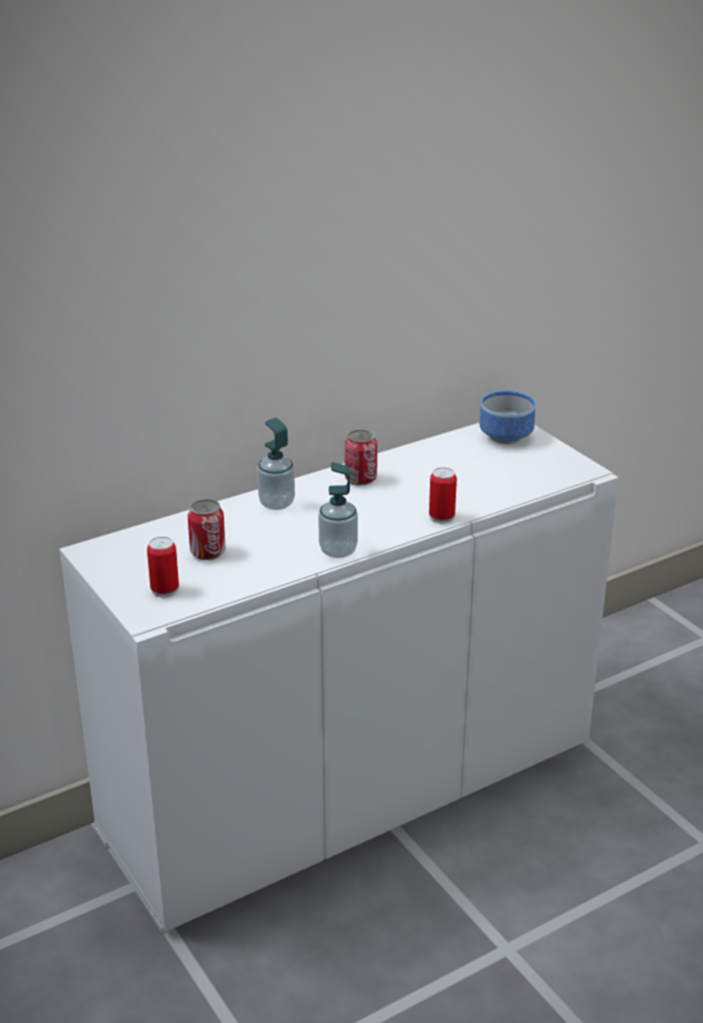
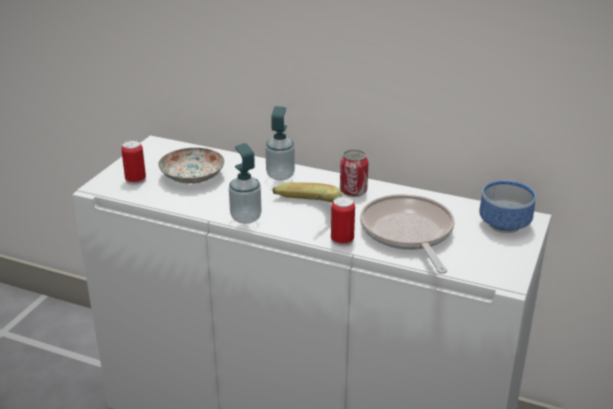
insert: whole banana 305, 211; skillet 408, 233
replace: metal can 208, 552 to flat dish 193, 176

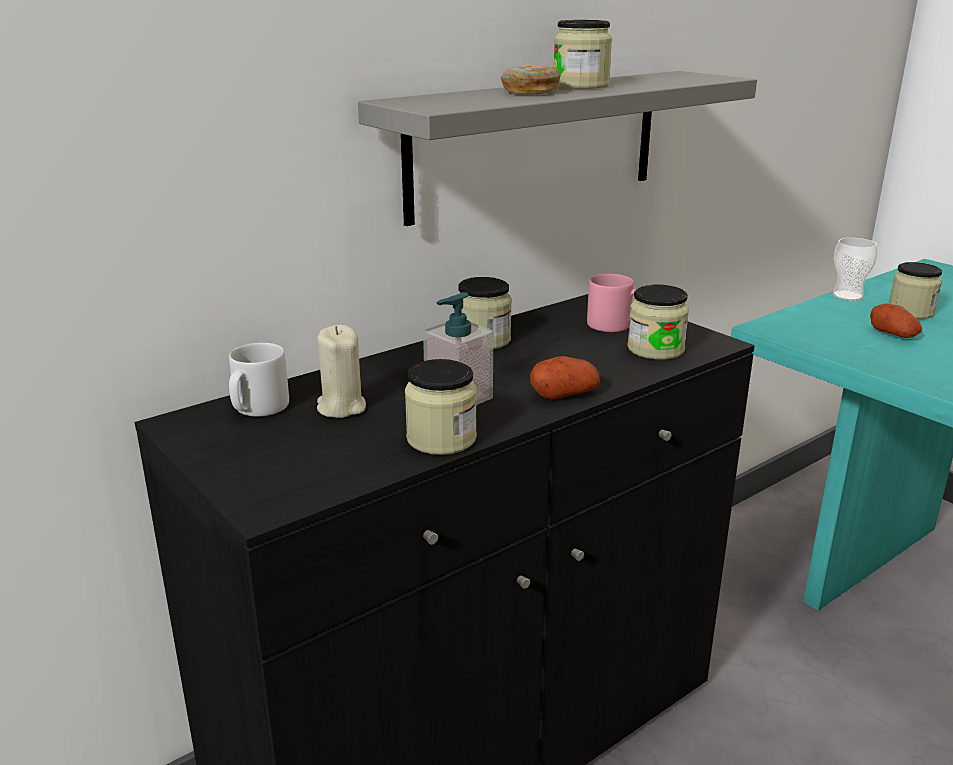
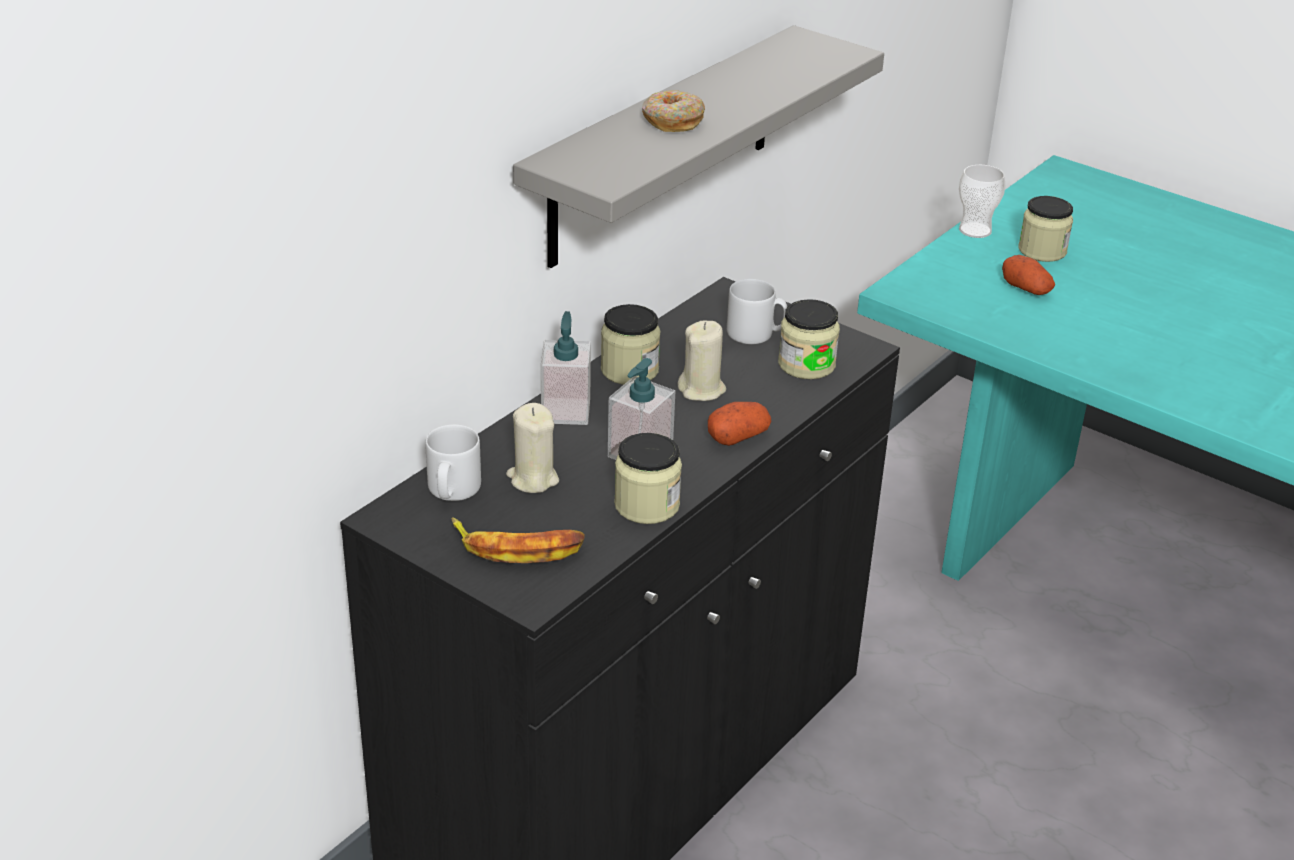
delete: preserve jar 580, 85
insert: whole banana 518, 547; soap dispenser 565, 411; wax light in beige-coloured 702, 390
recolor: coffee mug in pink 614, 326 to coffee mug in greyish 755, 334

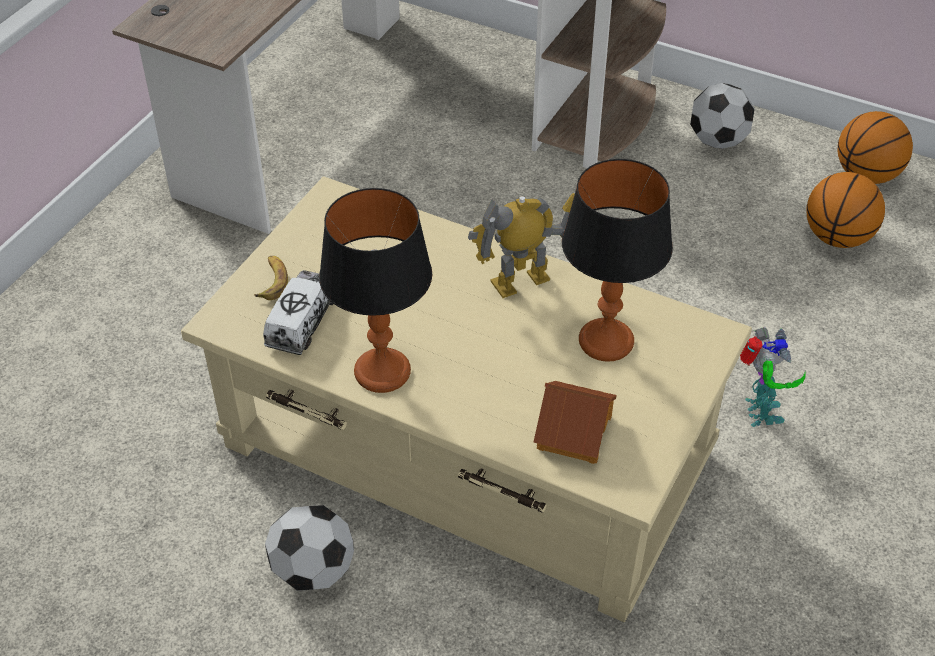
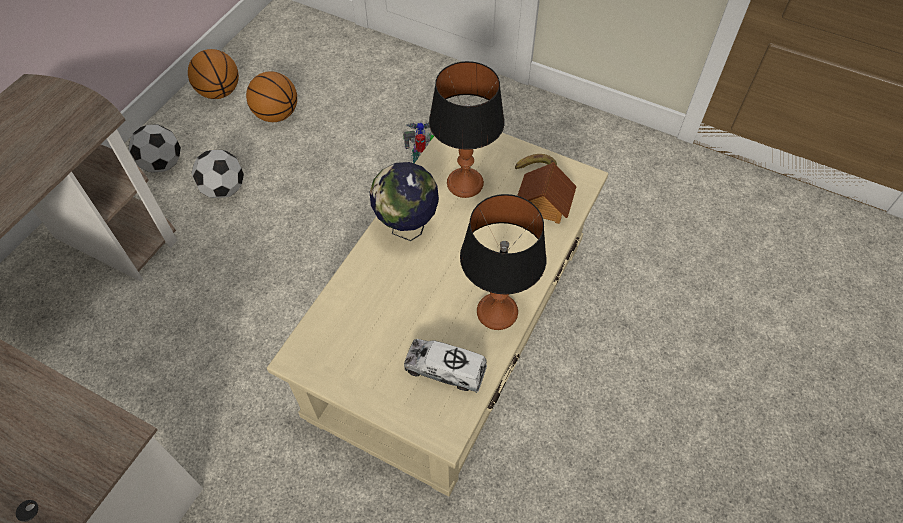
move: whole banana 272, 281 to 535, 167; ball for football 313, 571 to 224, 189
replace: model robot 521, 282 to globe 407, 228

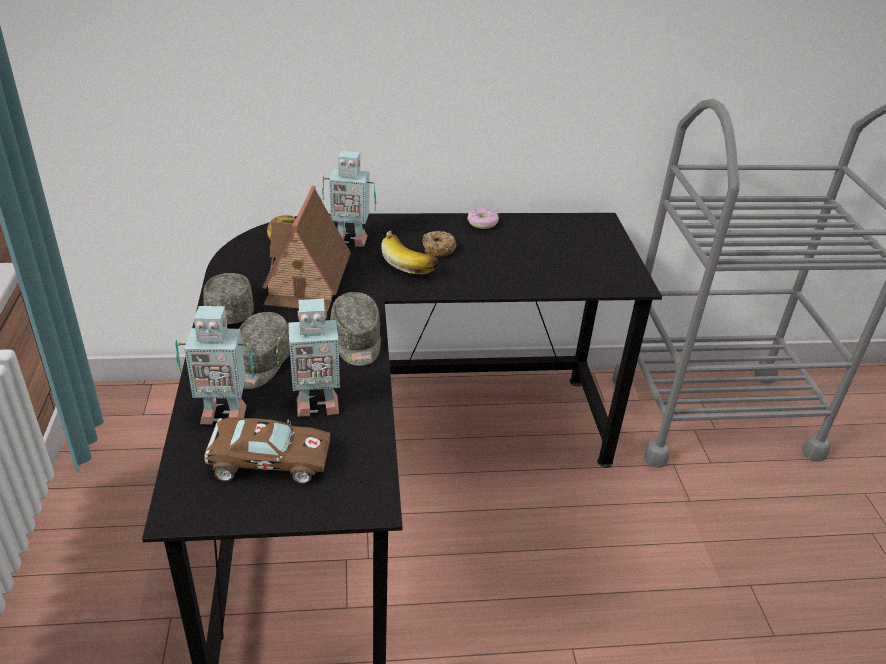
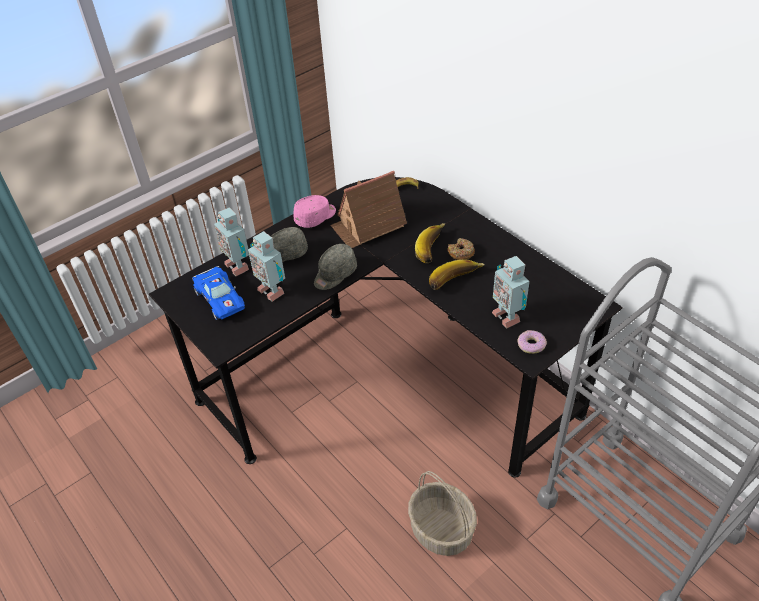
insert: storage basket 442, 529; whole banana 455, 282
move: model robot 349, 239 to 507, 316; donut 482, 223 to 531, 345
recolor: baseball cap in greyish 230, 308 to baseball cap in pink 316, 217; toy car in brown-coloured 265, 460 to toy car in blue 220, 298

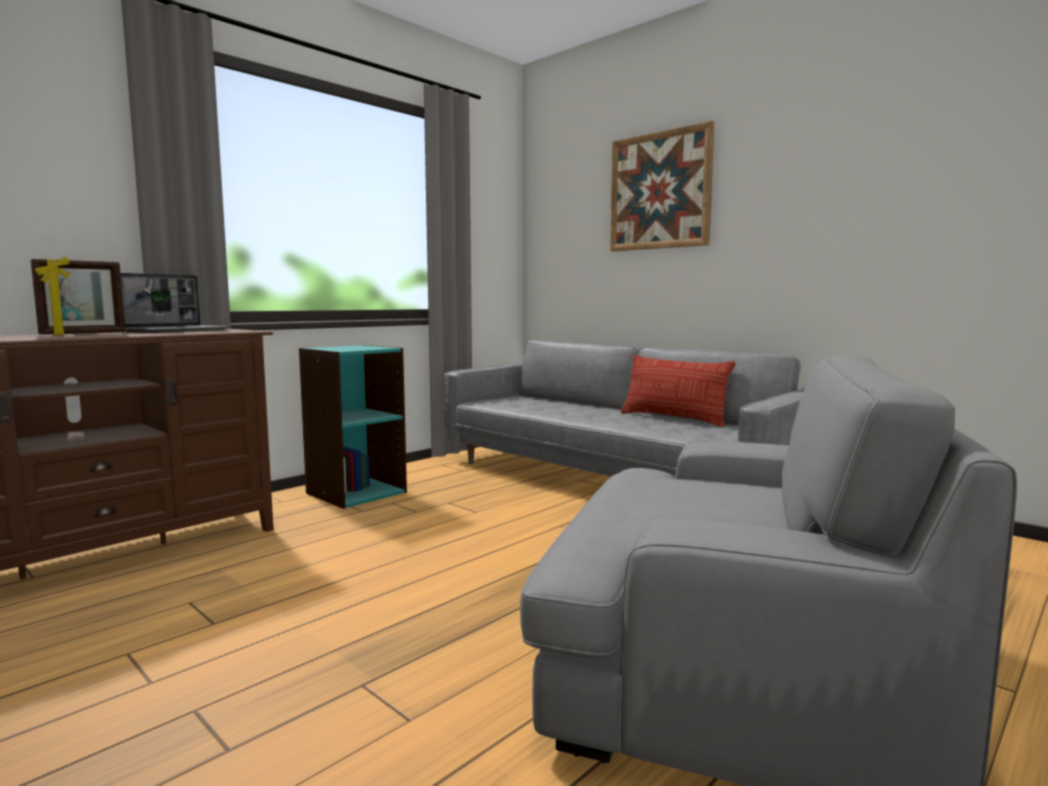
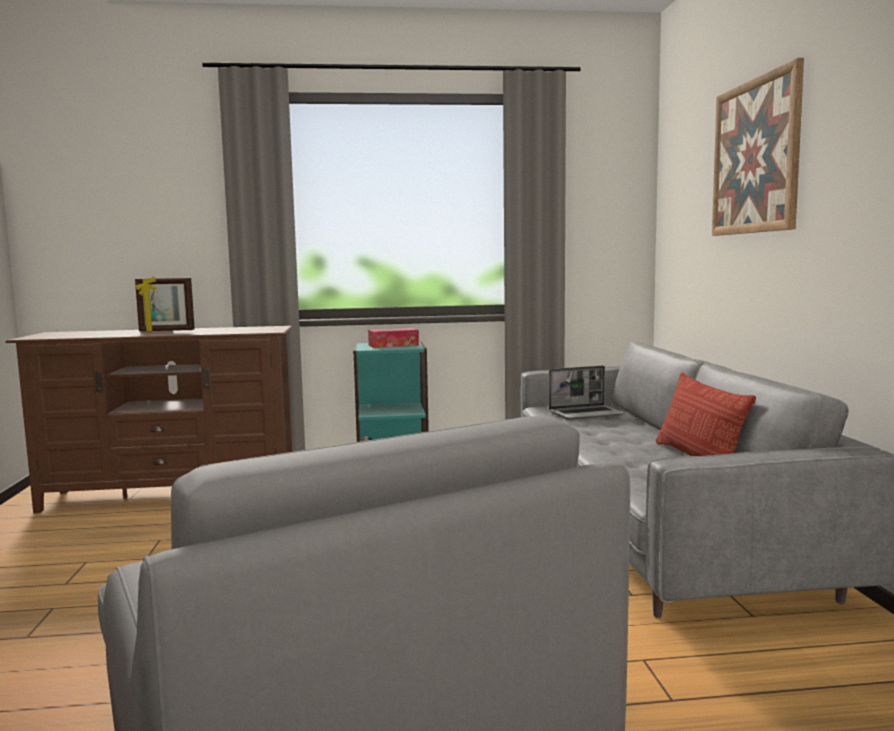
insert: tissue box 393, 345
move: portable computer 177, 331 to 586, 414

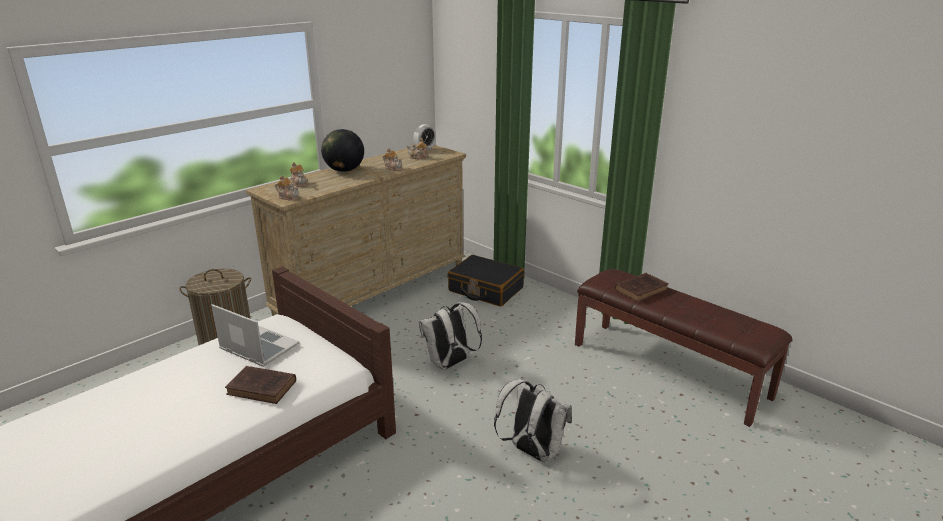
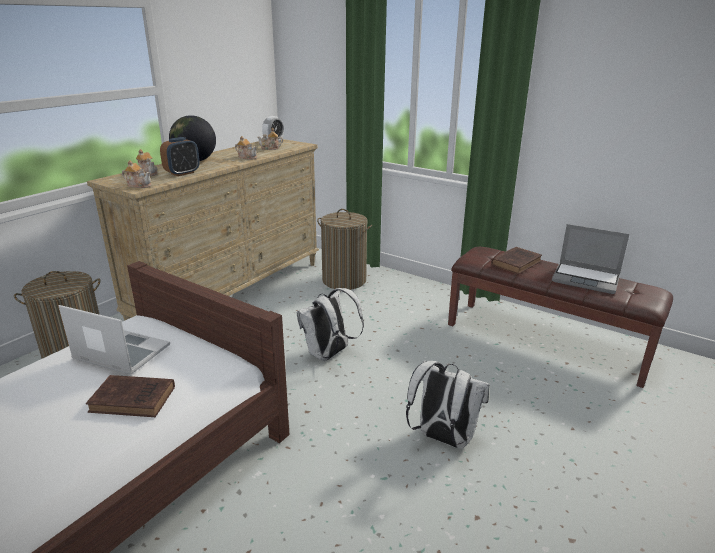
insert: alarm clock 182, 173; portable computer 586, 279
replace: travel case in black 485, 290 to laundry basket 344, 280

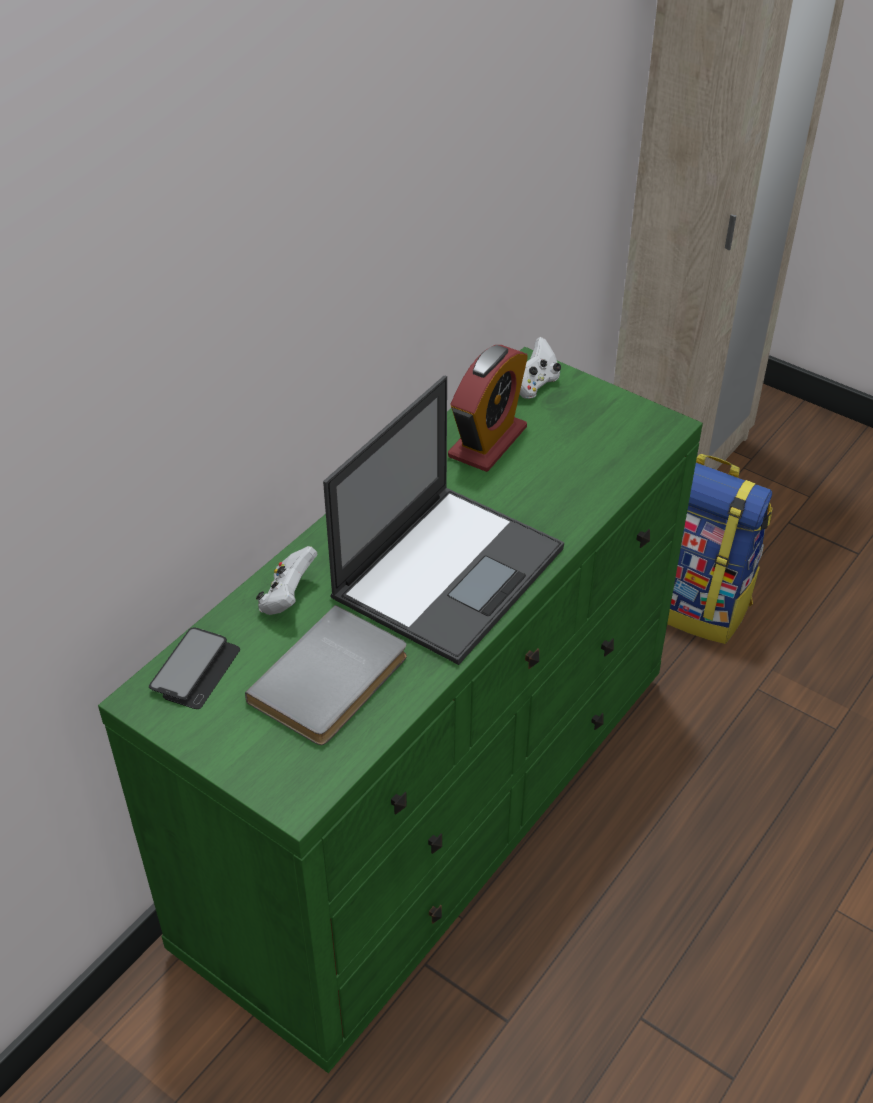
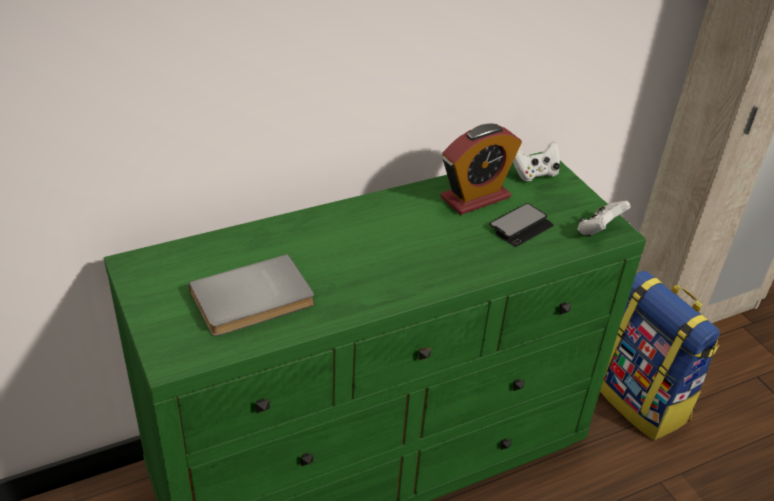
delete: portable computer 449, 571
move: phone 195, 670 to 521, 226; gamepad in whitish 287, 598 to 598, 230

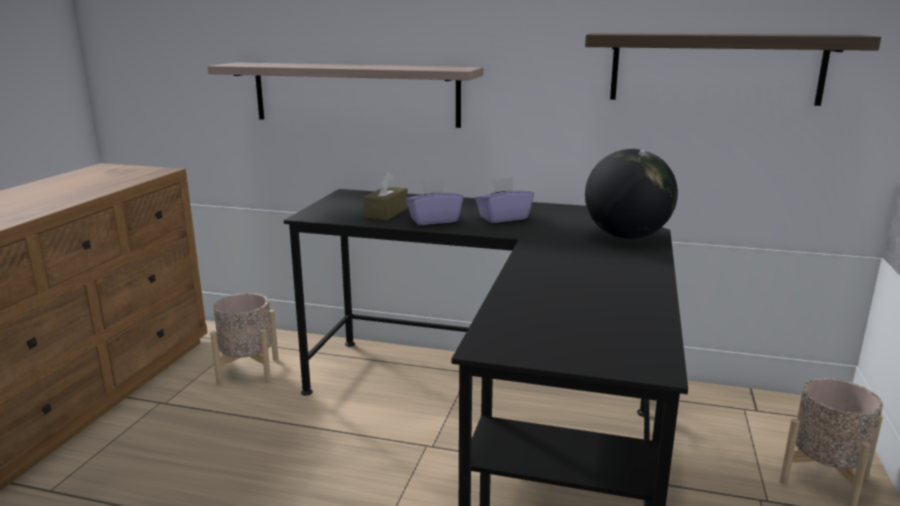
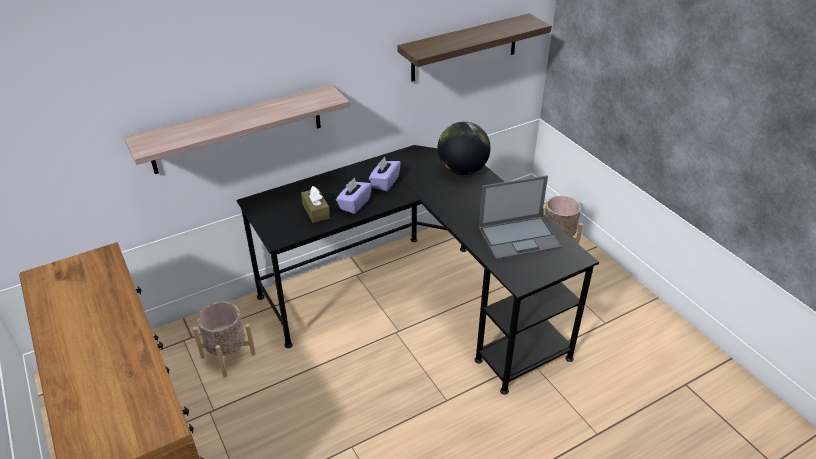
insert: portable computer 519, 237

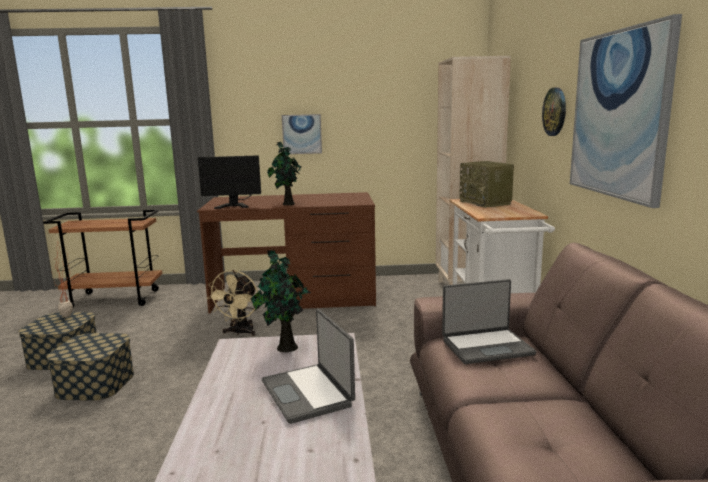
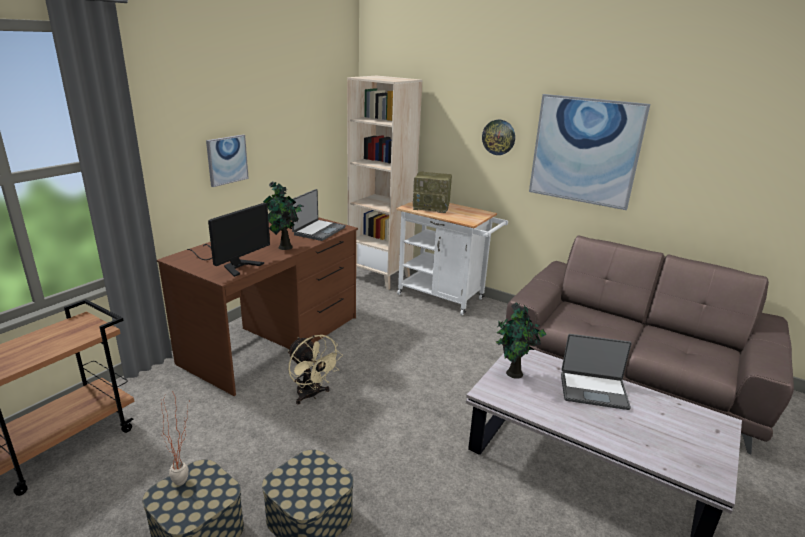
move: portable computer 486, 347 to 318, 231

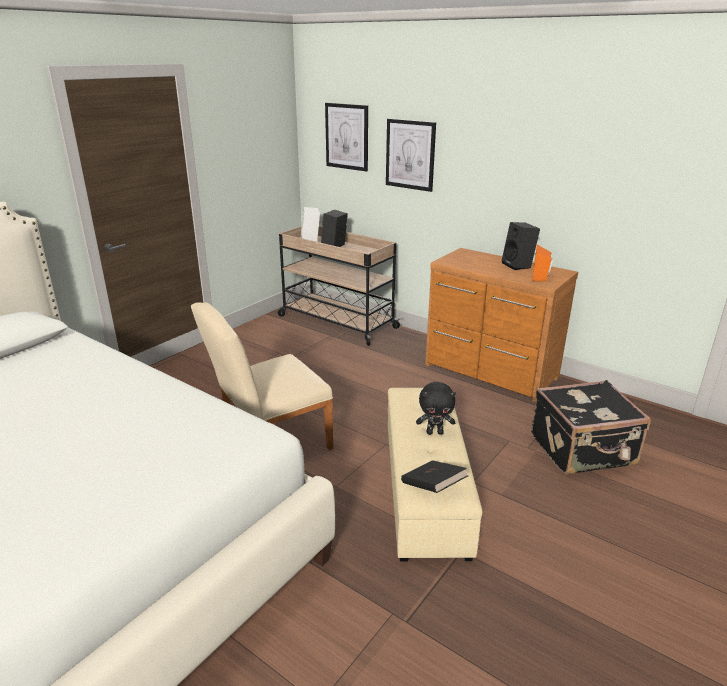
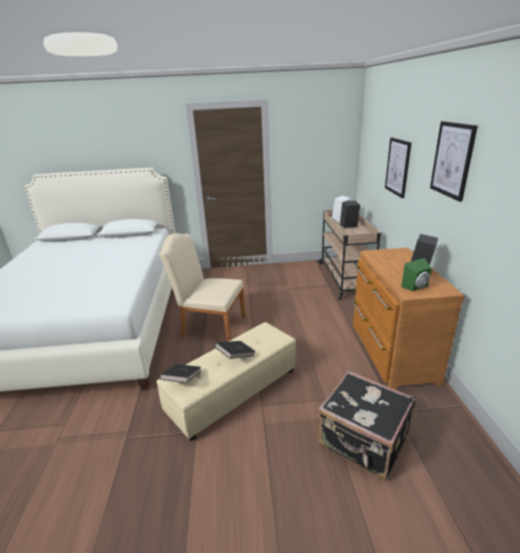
move: picture 347, 136 to 452, 160
replace: cuddly toy in black 435, 432 to book in black 235, 356
recolor: speaker in orangey 541, 277 to speaker in greenish 416, 287

